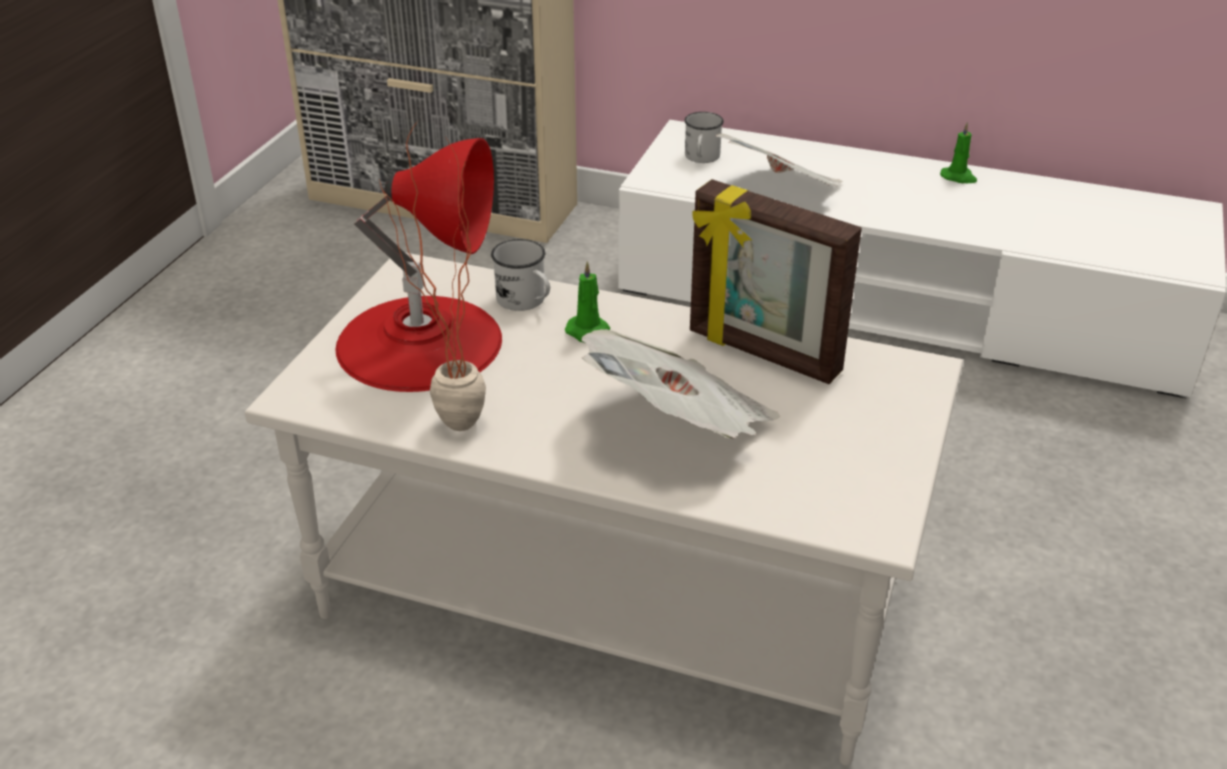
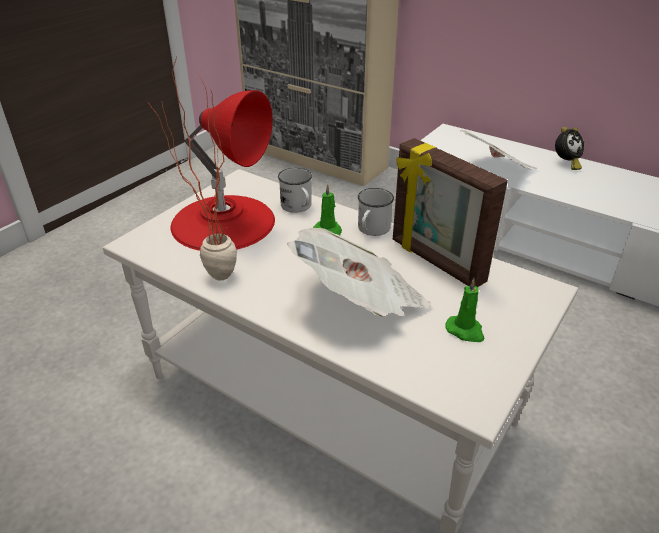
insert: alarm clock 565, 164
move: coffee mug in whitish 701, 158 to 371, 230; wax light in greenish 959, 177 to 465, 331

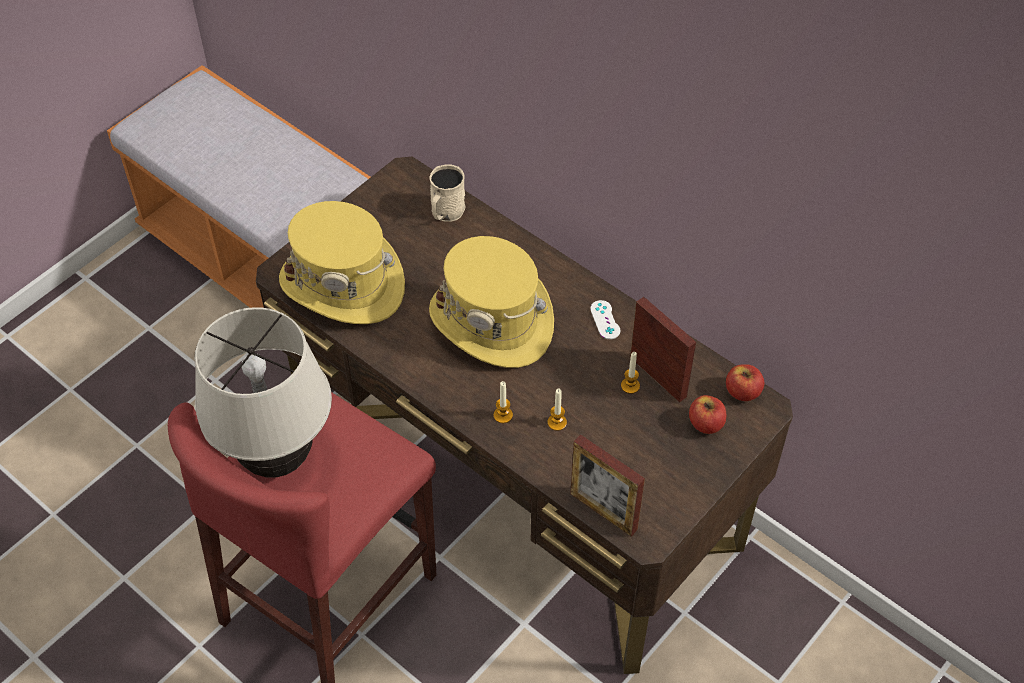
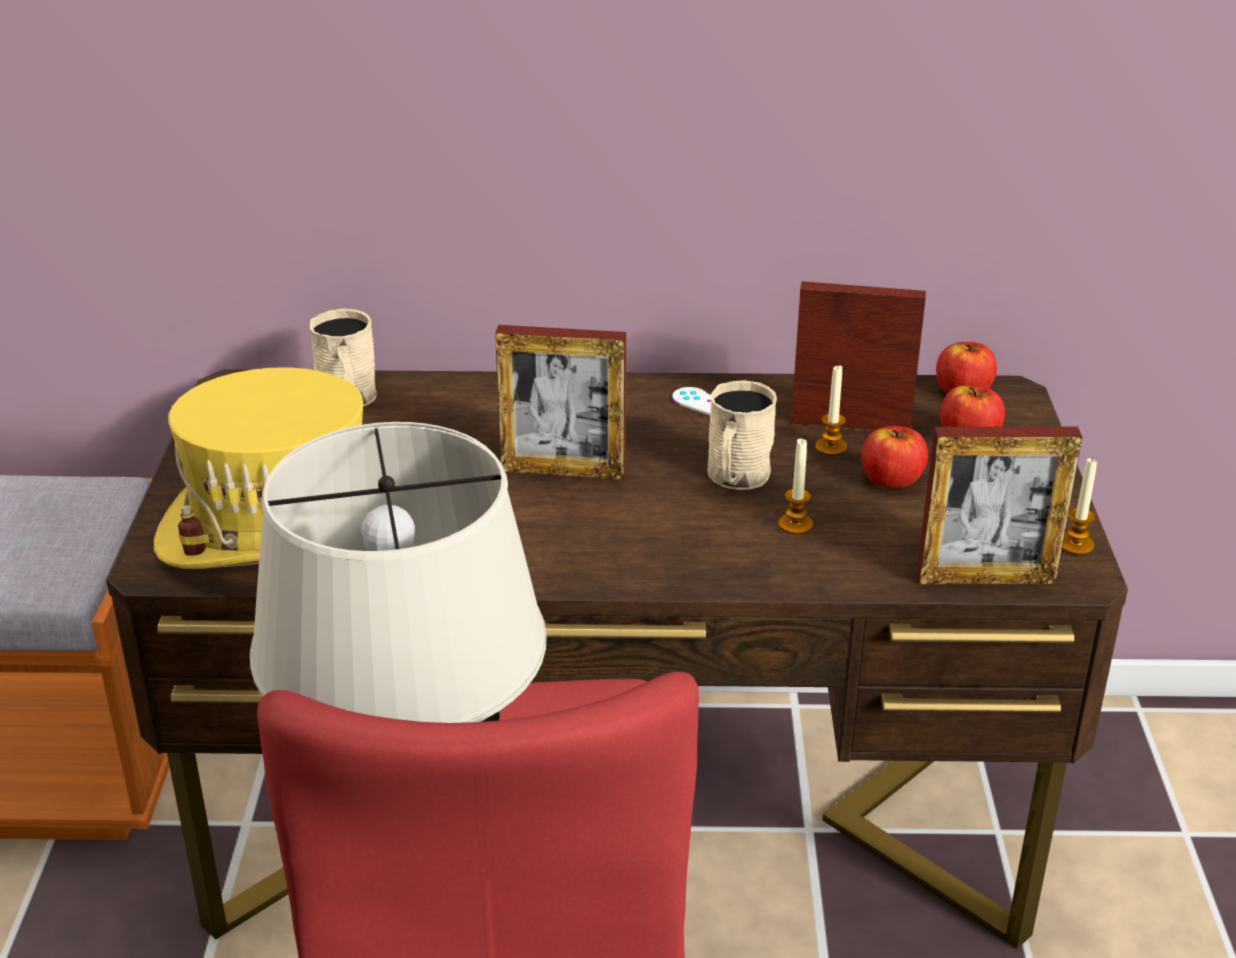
insert: coffee mug in beige-coloured 736, 477; apple fruit 891, 480
move: wax light 503, 415 to 1075, 545
replace: wearable hat in yellow-coloured 492, 321 to standing frame 563, 471

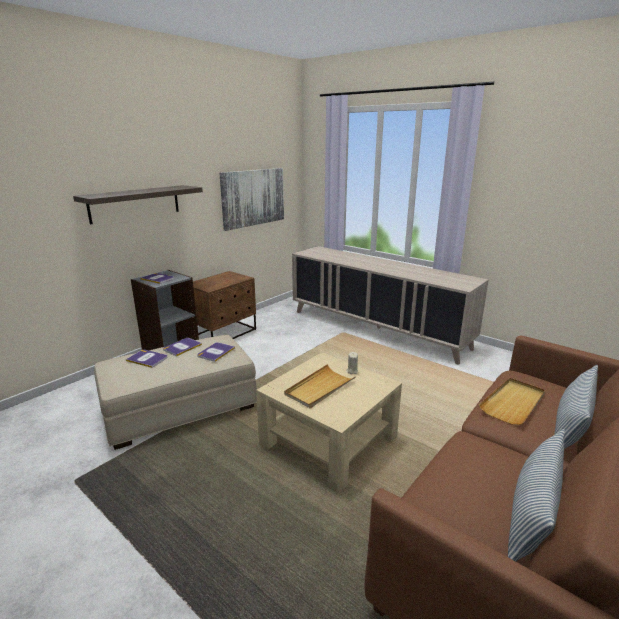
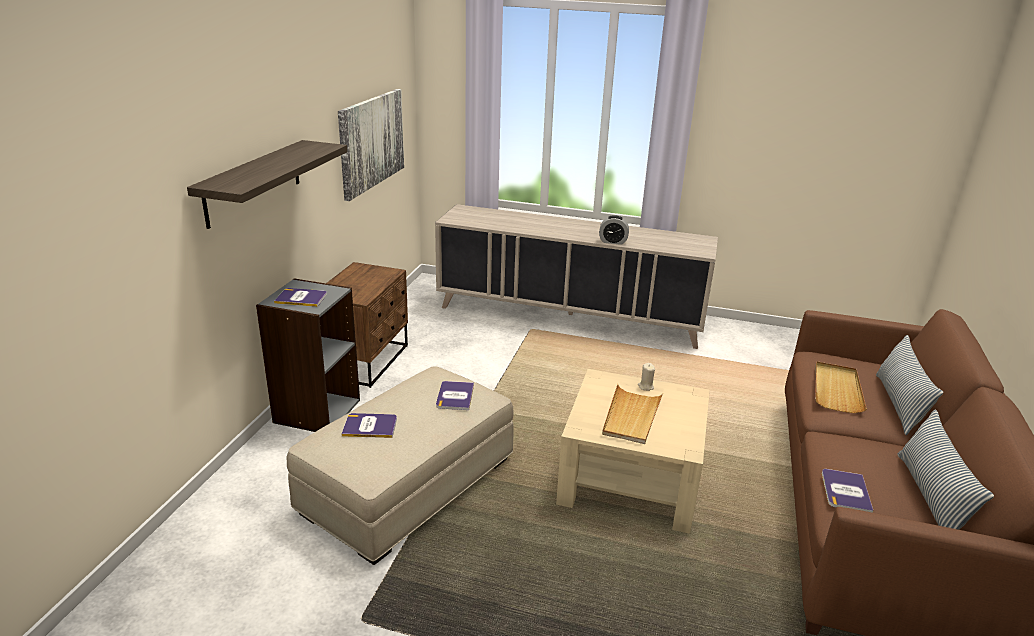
insert: alarm clock 613, 242
move: book 182, 347 to 845, 491

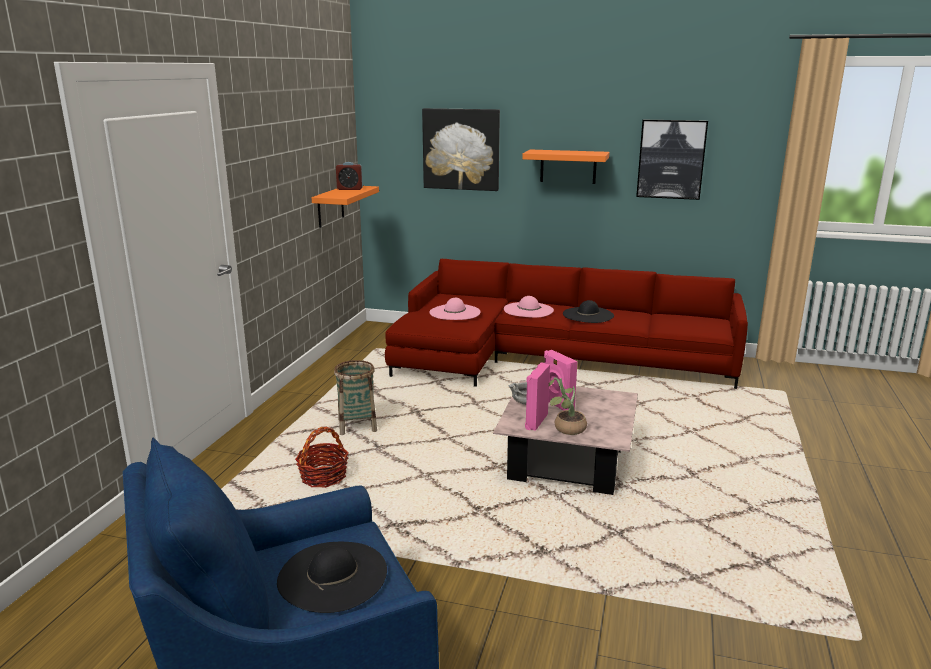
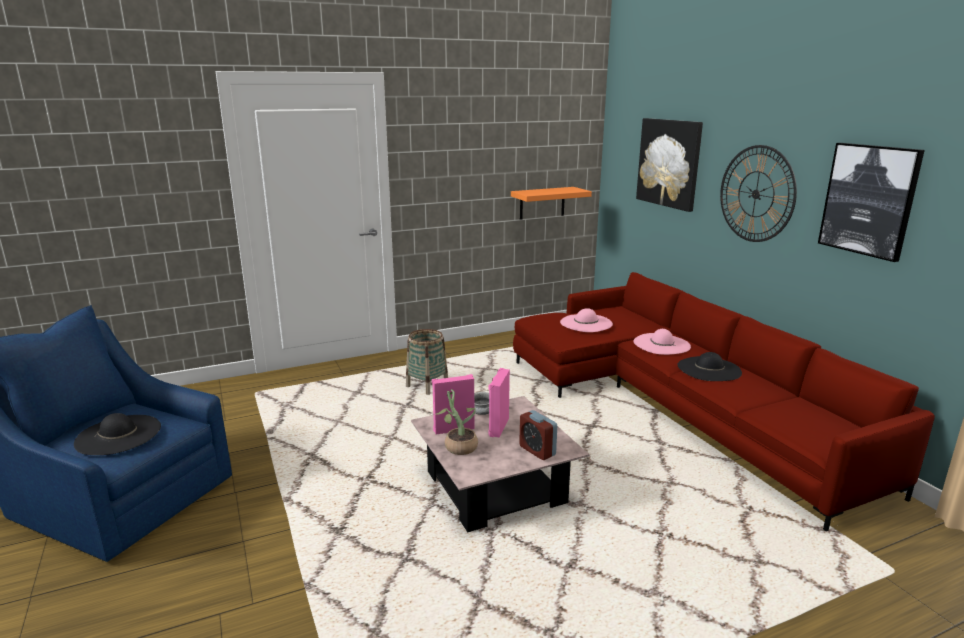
delete: storage basket 323, 476
move: alarm clock 349, 189 to 537, 450
replace: wall shelf in orangey 568, 166 to clock on the wall 756, 194

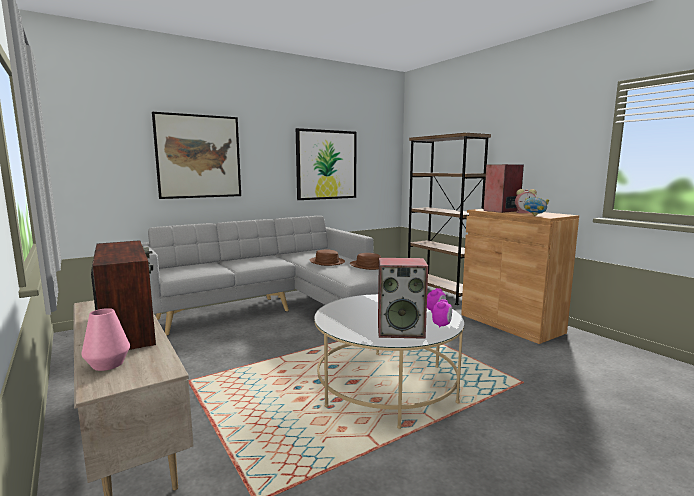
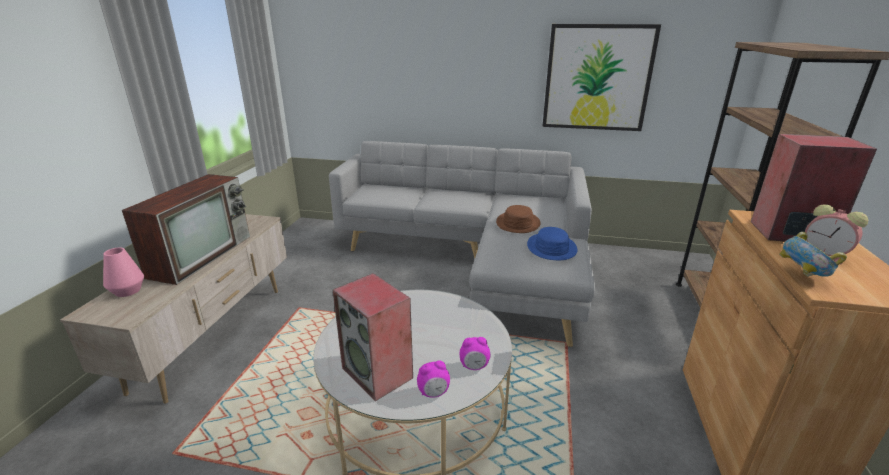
delete: picture 199, 156
recolor: wearable hat in brown-coloured 368, 265 to wearable hat in blue 551, 248

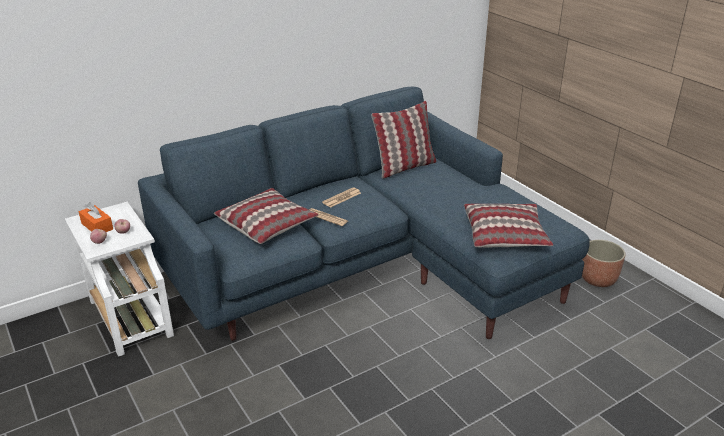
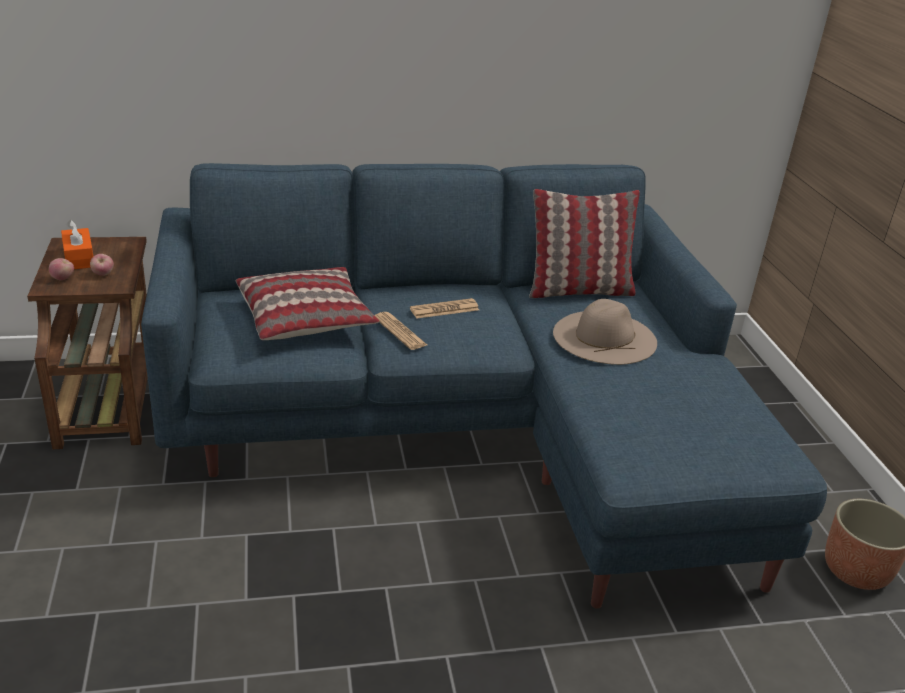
delete: pillow 505, 235
insert: wearable hat in beige-coloured 604, 337
recolor: accent table in whitish 129, 316 to accent table in brown-coloured 108, 400

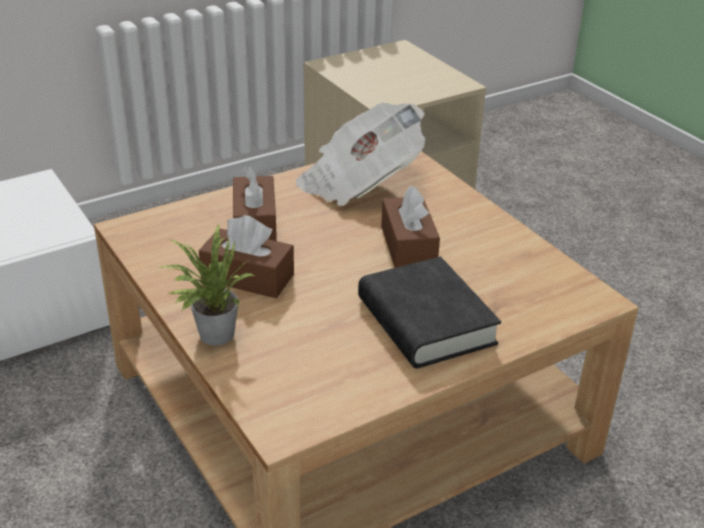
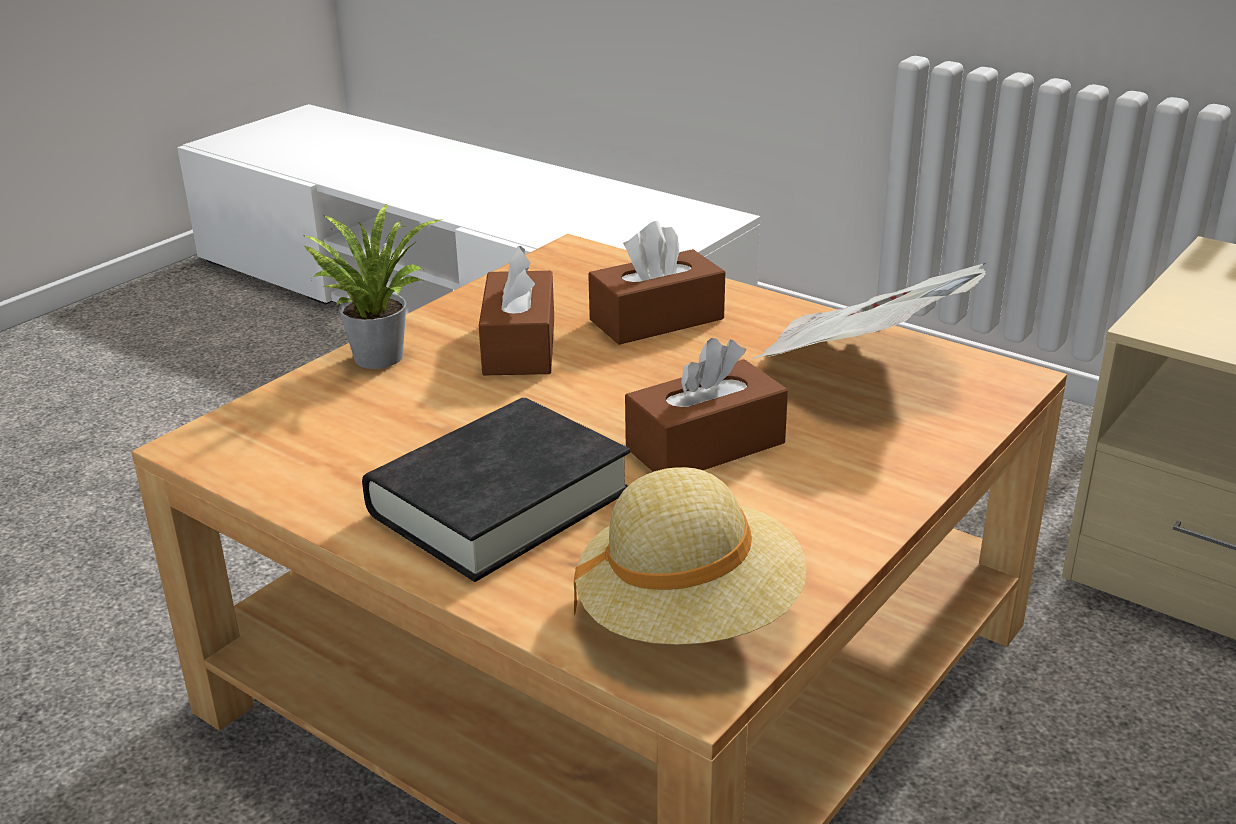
insert: wearable hat in beige-coloured 689, 615

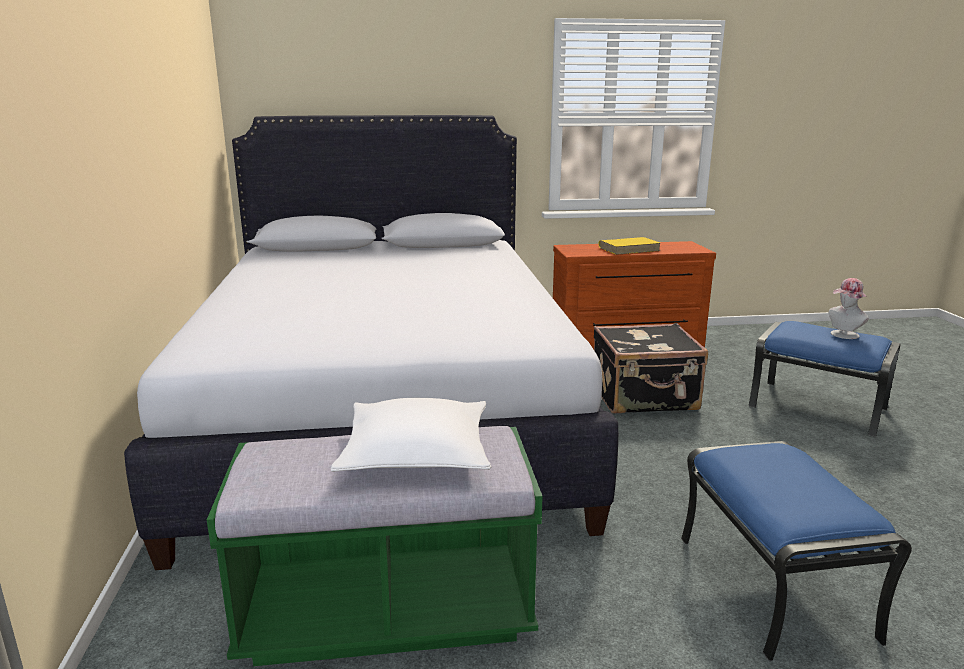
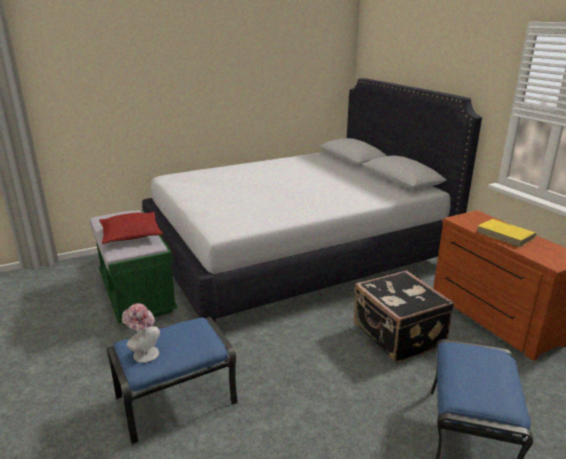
move: wearable hat 843, 335 to 143, 353
recolor: pillow in whitish 416, 453 to pillow in red 131, 235

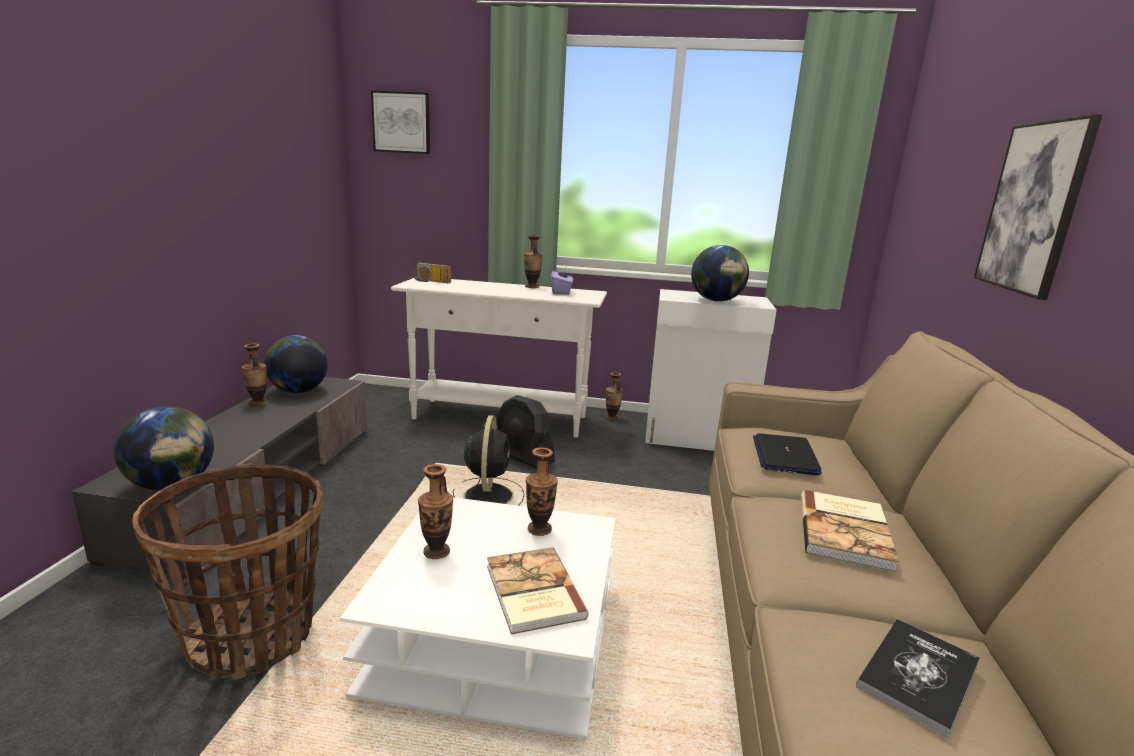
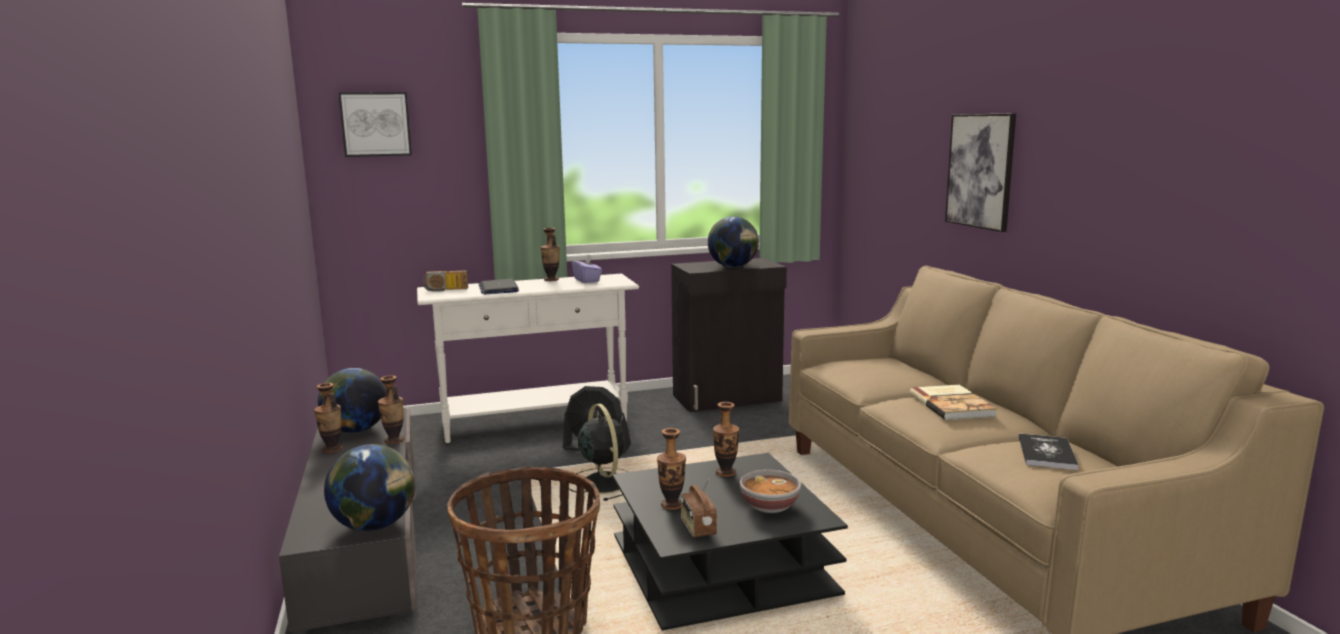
insert: radio receiver 697, 528
move: vase 612, 418 to 394, 440; portable computer 785, 455 to 498, 288
replace: book 532, 592 to serving bowl 769, 506
recolor: coffee table in whitish 496, 634 to coffee table in black 721, 565; cupboard in whitish 697, 438 to cupboard in black 728, 398

